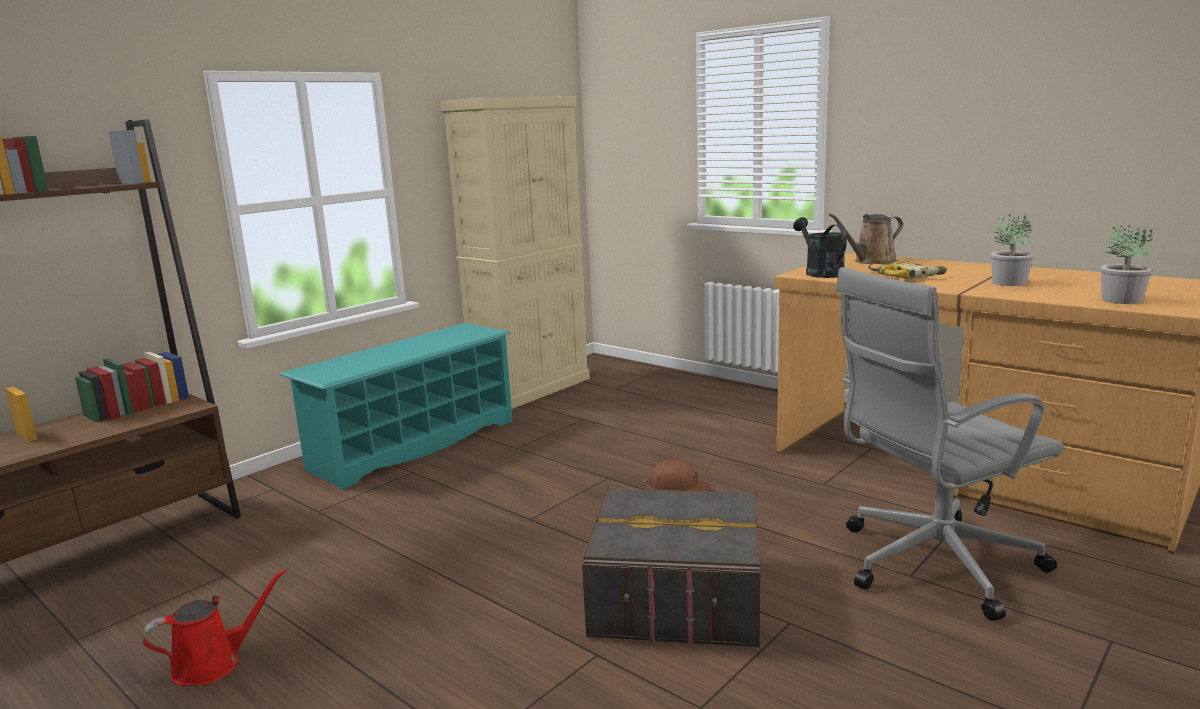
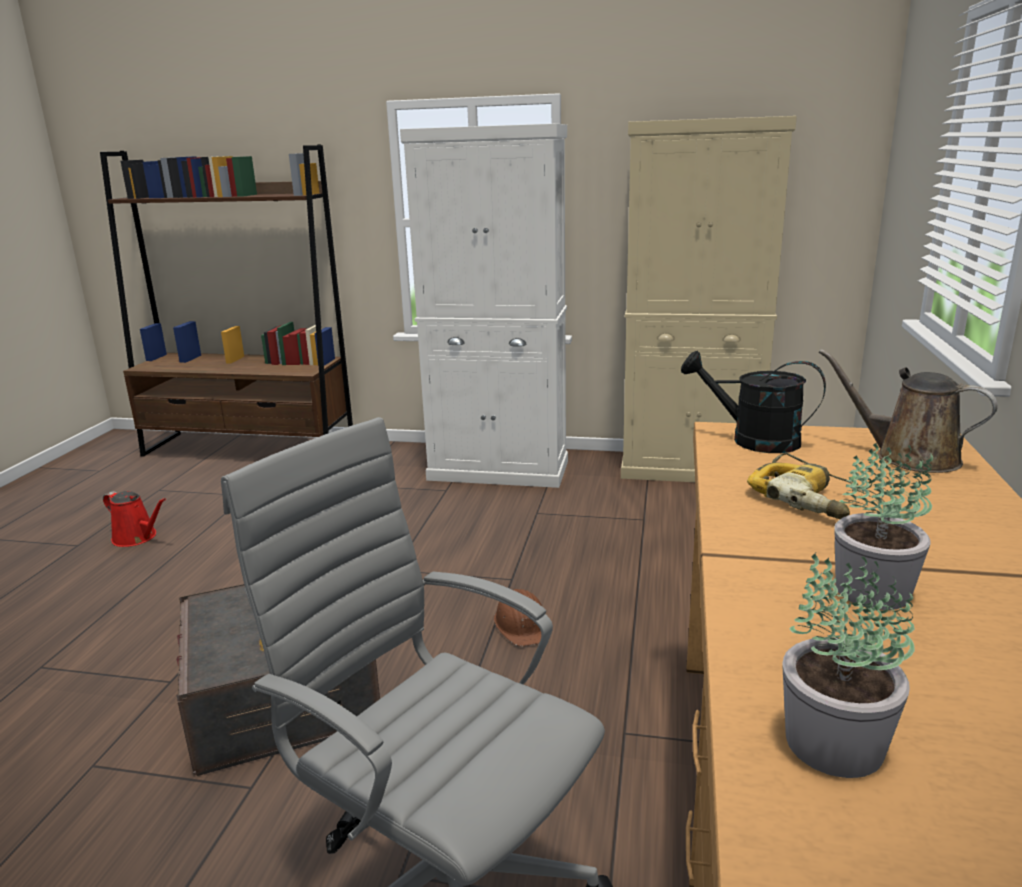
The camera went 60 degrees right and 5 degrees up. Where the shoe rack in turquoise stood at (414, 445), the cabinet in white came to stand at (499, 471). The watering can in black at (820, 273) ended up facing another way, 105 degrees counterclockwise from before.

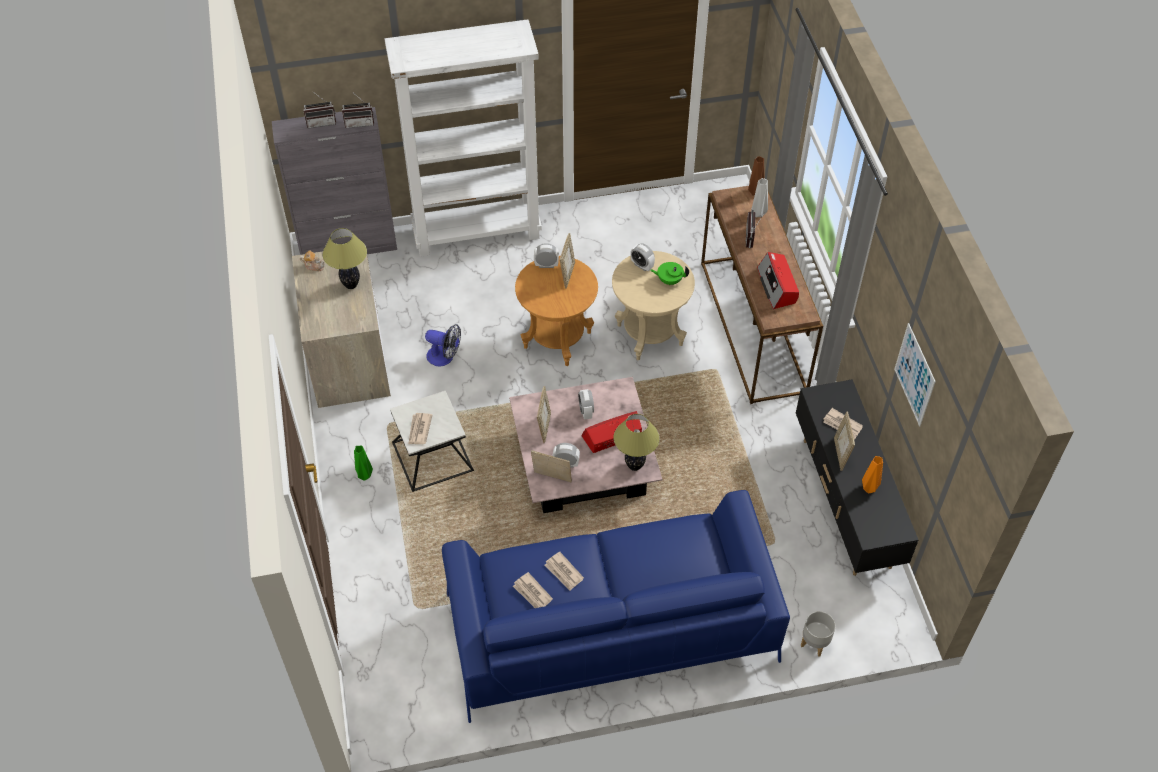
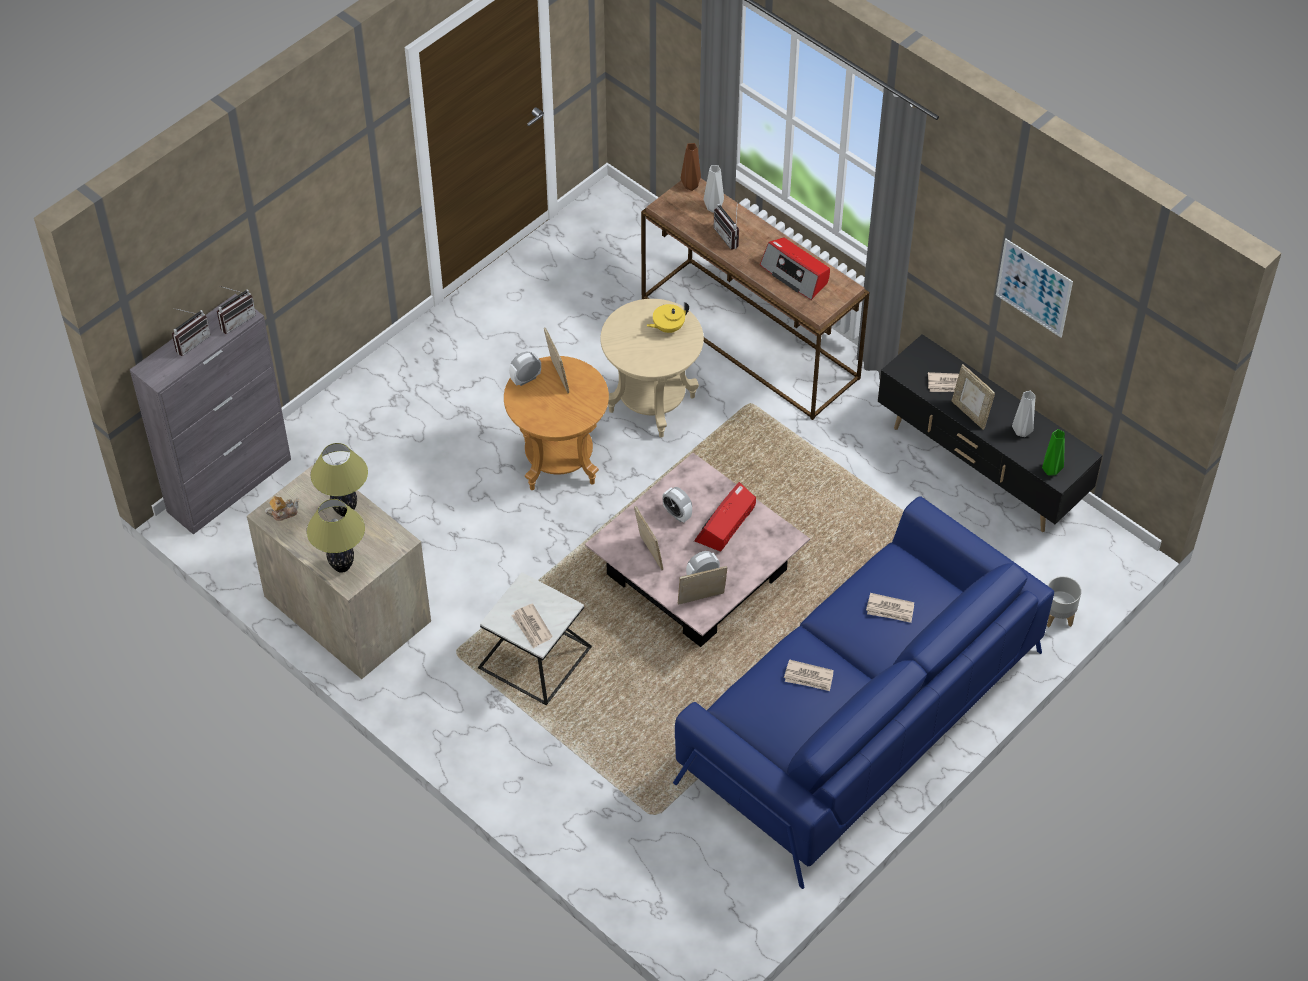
The camera went 35 degrees left and 0 degrees up. The table lamp ended up elsewhere, having gone from (634, 466) to (341, 566). What was the teapot in green at (669, 280) turned into the teapot in yellow at (668, 327). The newspaper ended up elsewhere, having gone from (532, 593) to (890, 610). What was the vase in orange at (868, 488) turned into the vase in grey at (1021, 432). The vase in green ended up elsewhere, having gone from (364, 476) to (1051, 471). The second view lost the bookcase in white at (477, 232). The second view lost the fan at (444, 357). The second view lost the alarm clock at (642, 265).

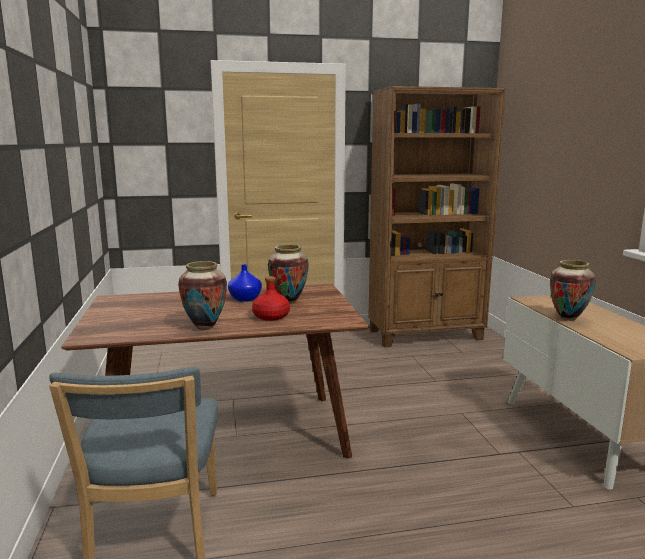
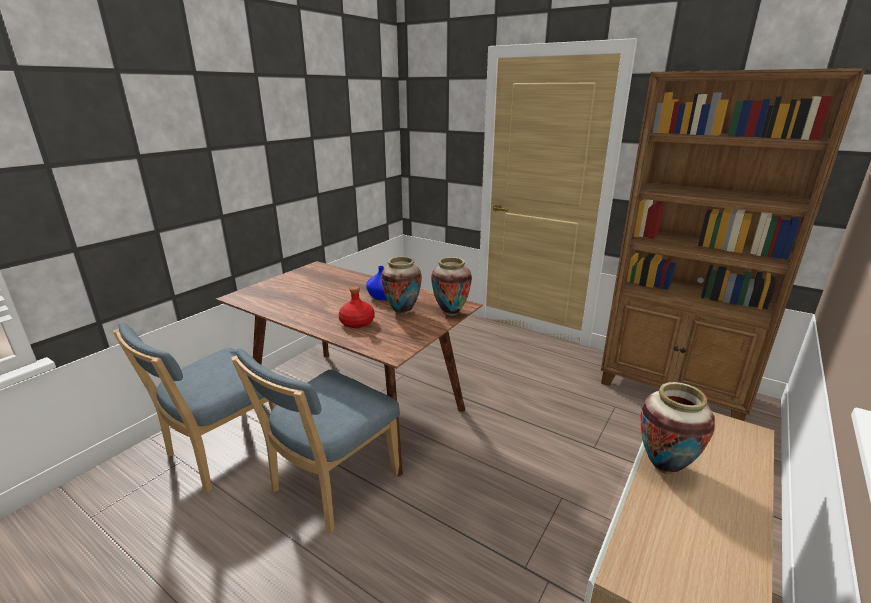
The camera went 45 degrees right and 10 degrees up. The second view gained the chair in blue at (331, 485). The vase ended up elsewhere, having gone from (204, 327) to (450, 313).

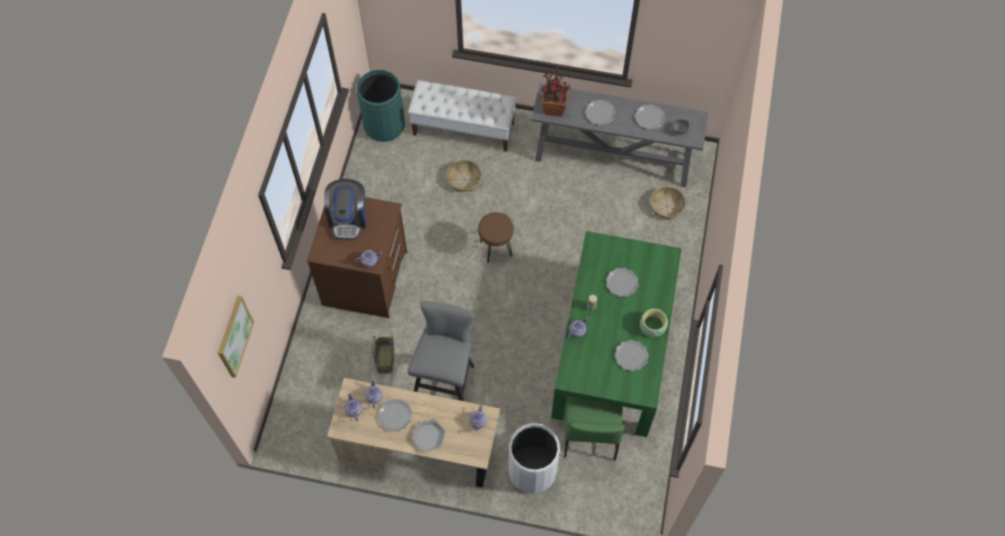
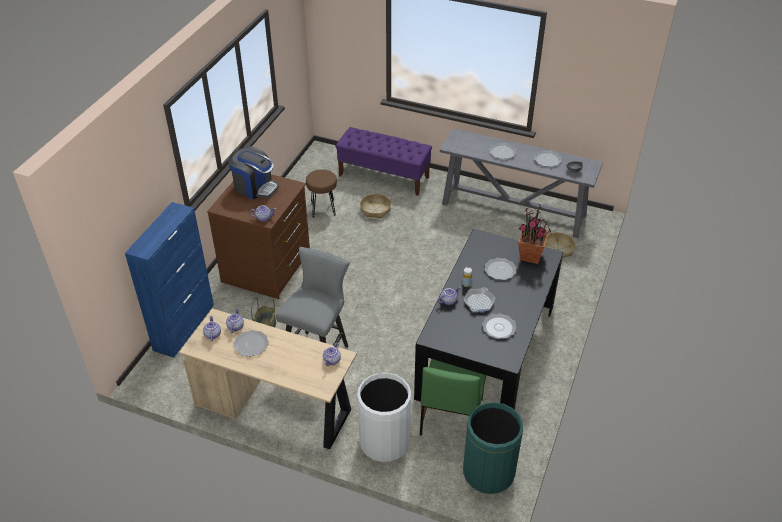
The camera went 10 degrees right and 20 degrees down. The second view gained the cabinet in blue at (184, 327). The coffee machine at (348, 218) ended up facing another way, 75 degrees counterclockwise from before. The stool in brown ended up elsewhere, having gone from (496, 248) to (323, 209). What was the bench in white at (464, 129) turned into the bench in purple at (384, 176). What was the dining table in green at (612, 349) turned into the dining table in black at (486, 351). The trash can in green ended up elsewhere, having gone from (384, 125) to (488, 472). The frying pan ended up elsewhere, having gone from (429, 437) to (479, 302). The potted plant ended up elsewhere, having gone from (554, 109) to (530, 256). The second view lost the picture at (234, 336). The second view lost the bowl at (652, 326).

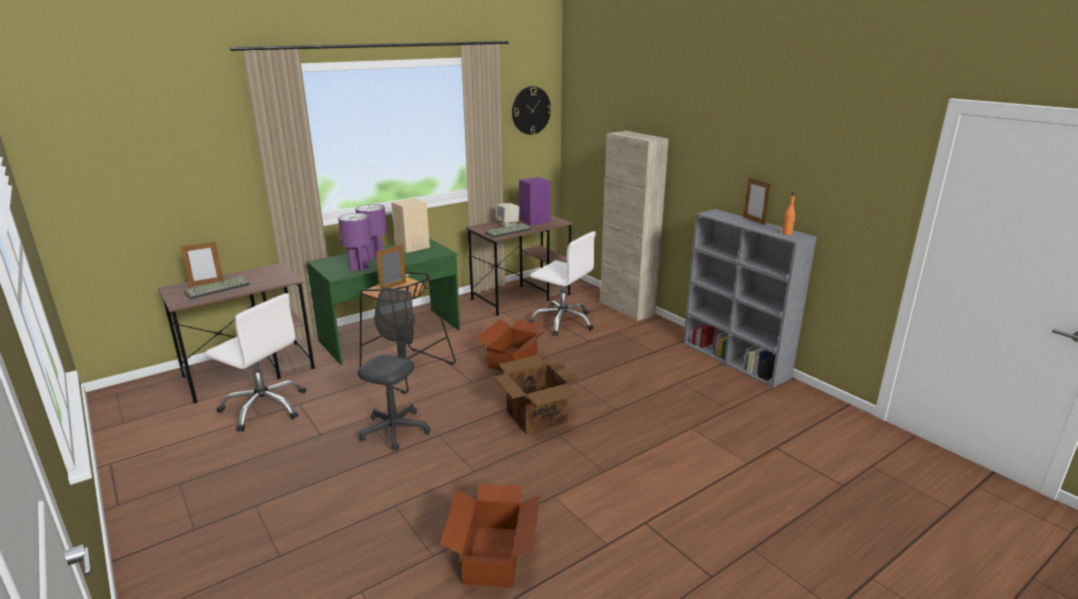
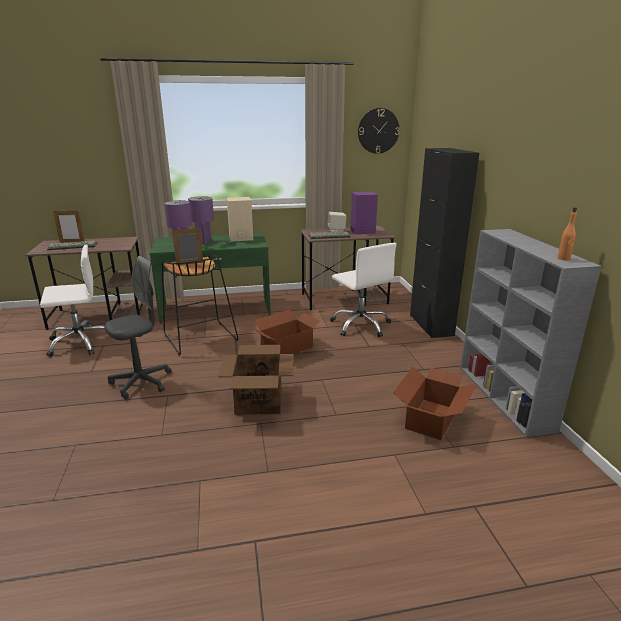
The camera went 25 degrees right and 0 degrees up. The office chair in white at (265, 407) ended up facing another way, 75 degrees counterclockwise from before. The cardboard box ended up elsewhere, having gone from (494, 555) to (432, 419). What was the cabinet in beige at (626, 309) turned into the cabinet in black at (431, 325). The second view lost the picture frame at (753, 220).

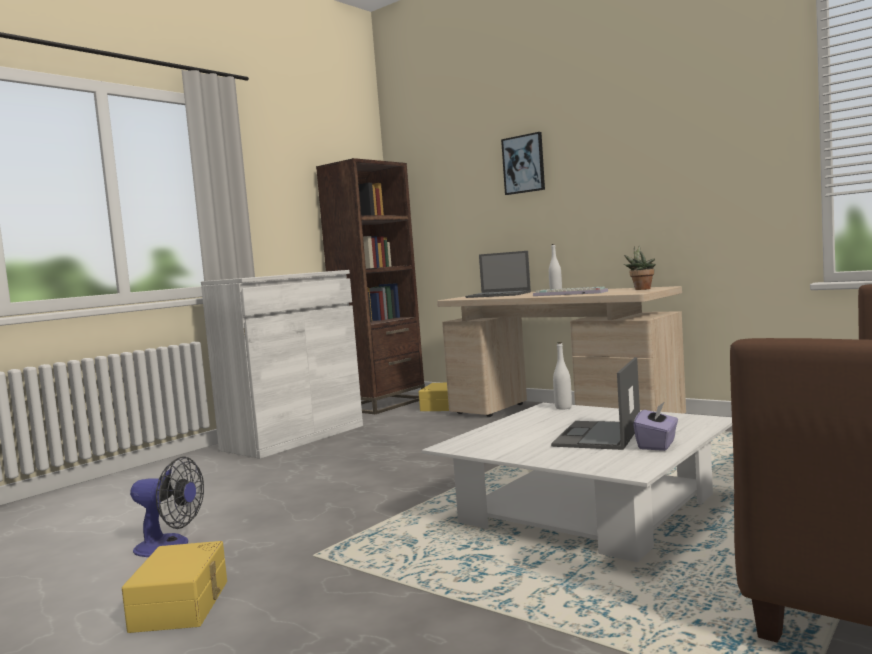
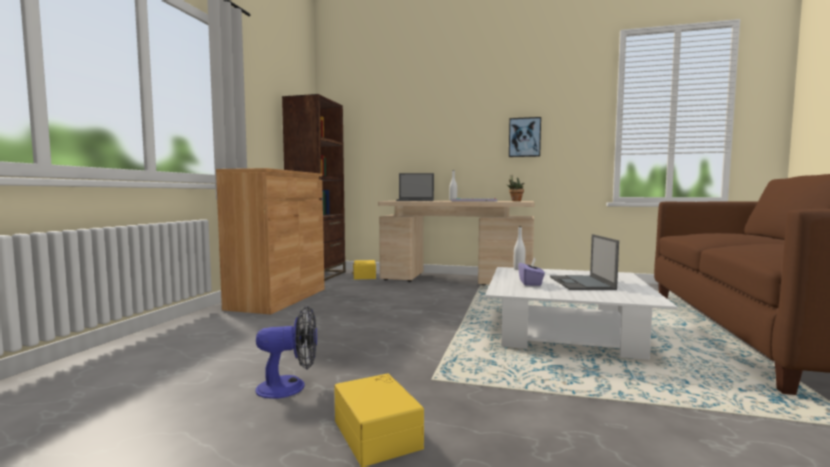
The camera went 25 degrees left and 0 degrees up. What was the cabinet in white at (294, 438) turned into the cabinet in brown at (278, 299). The picture ended up elsewhere, having gone from (524, 164) to (524, 137). The tissue box in purple ended up elsewhere, having gone from (657, 445) to (530, 283).

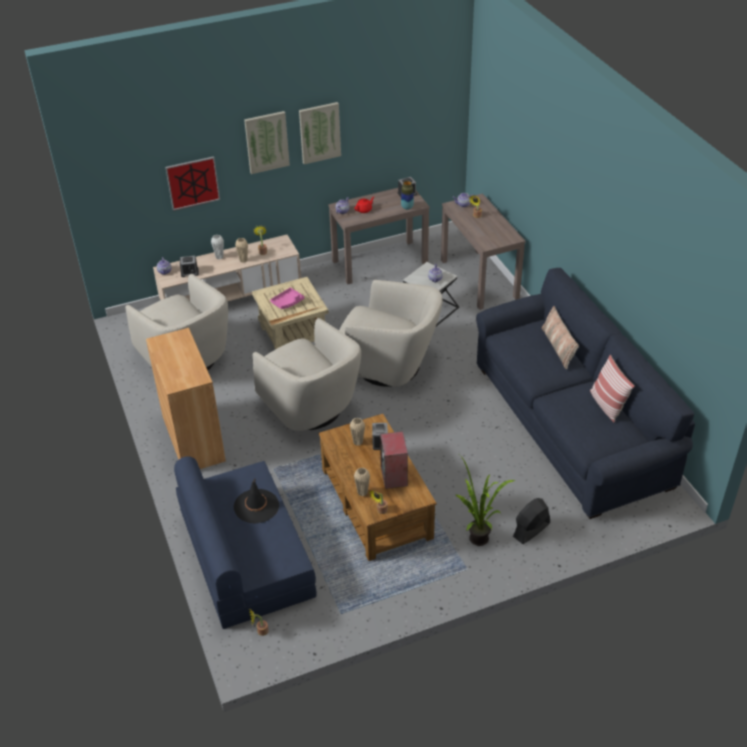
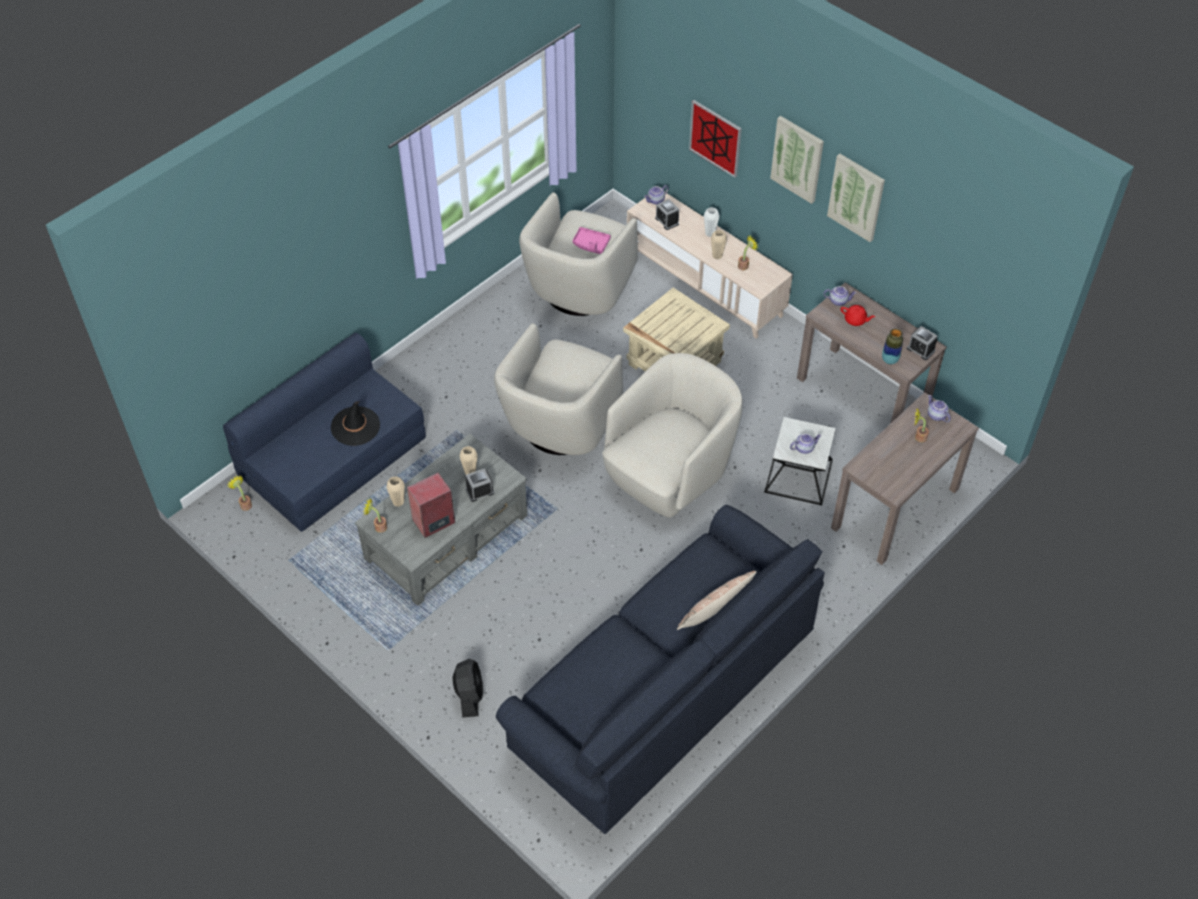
The camera went 65 degrees right and 10 degrees up. What was the coffee table in brown at (376, 502) turned into the coffee table in grey at (447, 537). The fan in black at (531, 530) ended up facing another way, 60 degrees clockwise from before. The tray in pink ended up elsewhere, having gone from (287, 302) to (591, 244). The armchair in beige at (389, 366) ended up facing another way, 135 degrees counterclockwise from before. The second view lost the cabinet in brown at (193, 439). The second view lost the potted plant at (477, 543). The second view lost the pillow at (607, 405).

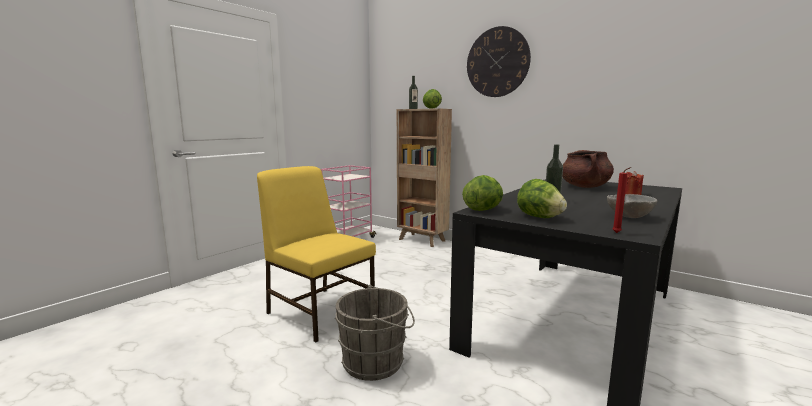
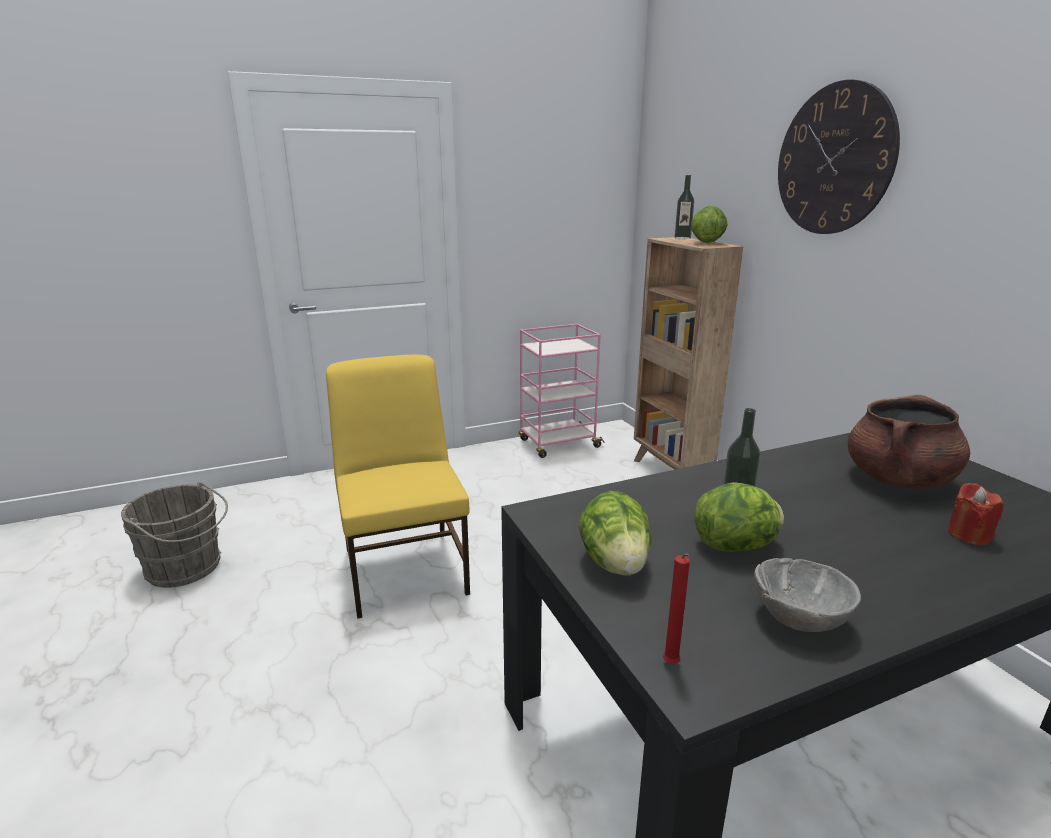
The camera went 30 degrees right and 10 degrees up. The bucket in grey ended up elsewhere, having gone from (377, 362) to (187, 568). The lettuce ended up elsewhere, having gone from (483, 210) to (736, 546).

